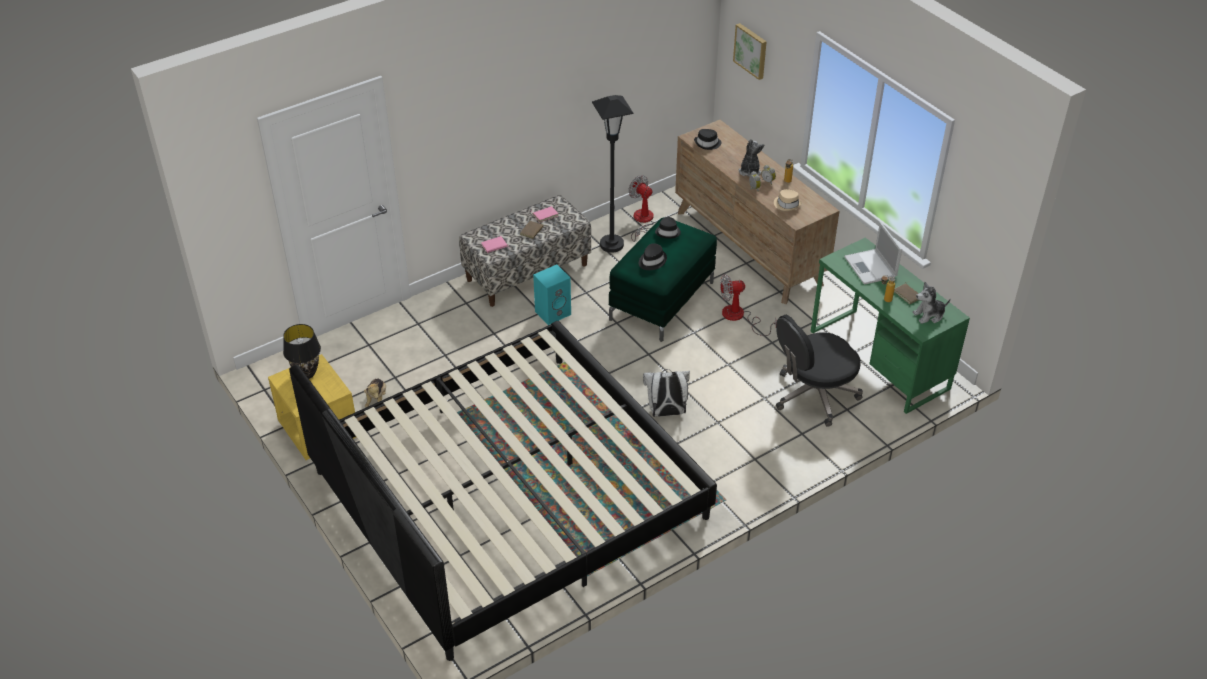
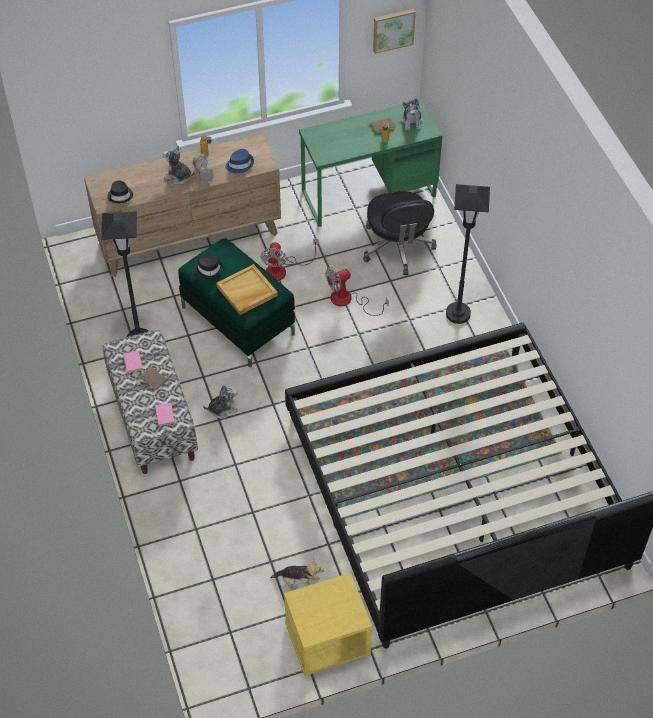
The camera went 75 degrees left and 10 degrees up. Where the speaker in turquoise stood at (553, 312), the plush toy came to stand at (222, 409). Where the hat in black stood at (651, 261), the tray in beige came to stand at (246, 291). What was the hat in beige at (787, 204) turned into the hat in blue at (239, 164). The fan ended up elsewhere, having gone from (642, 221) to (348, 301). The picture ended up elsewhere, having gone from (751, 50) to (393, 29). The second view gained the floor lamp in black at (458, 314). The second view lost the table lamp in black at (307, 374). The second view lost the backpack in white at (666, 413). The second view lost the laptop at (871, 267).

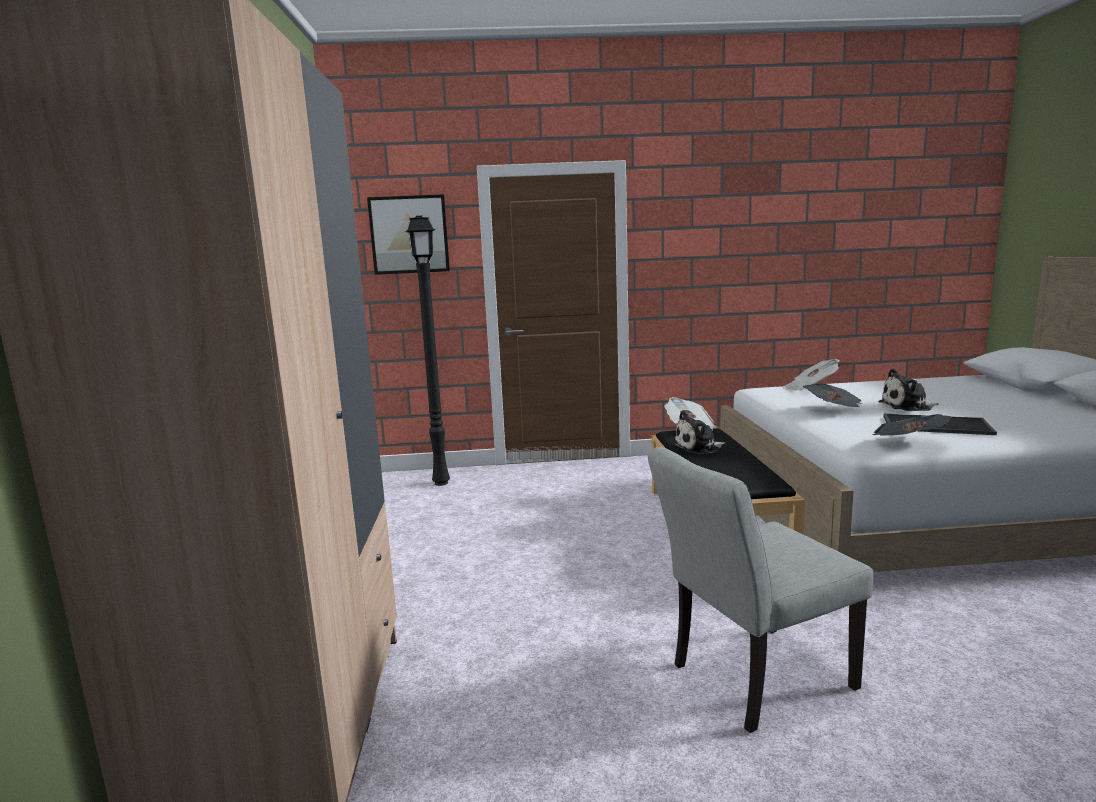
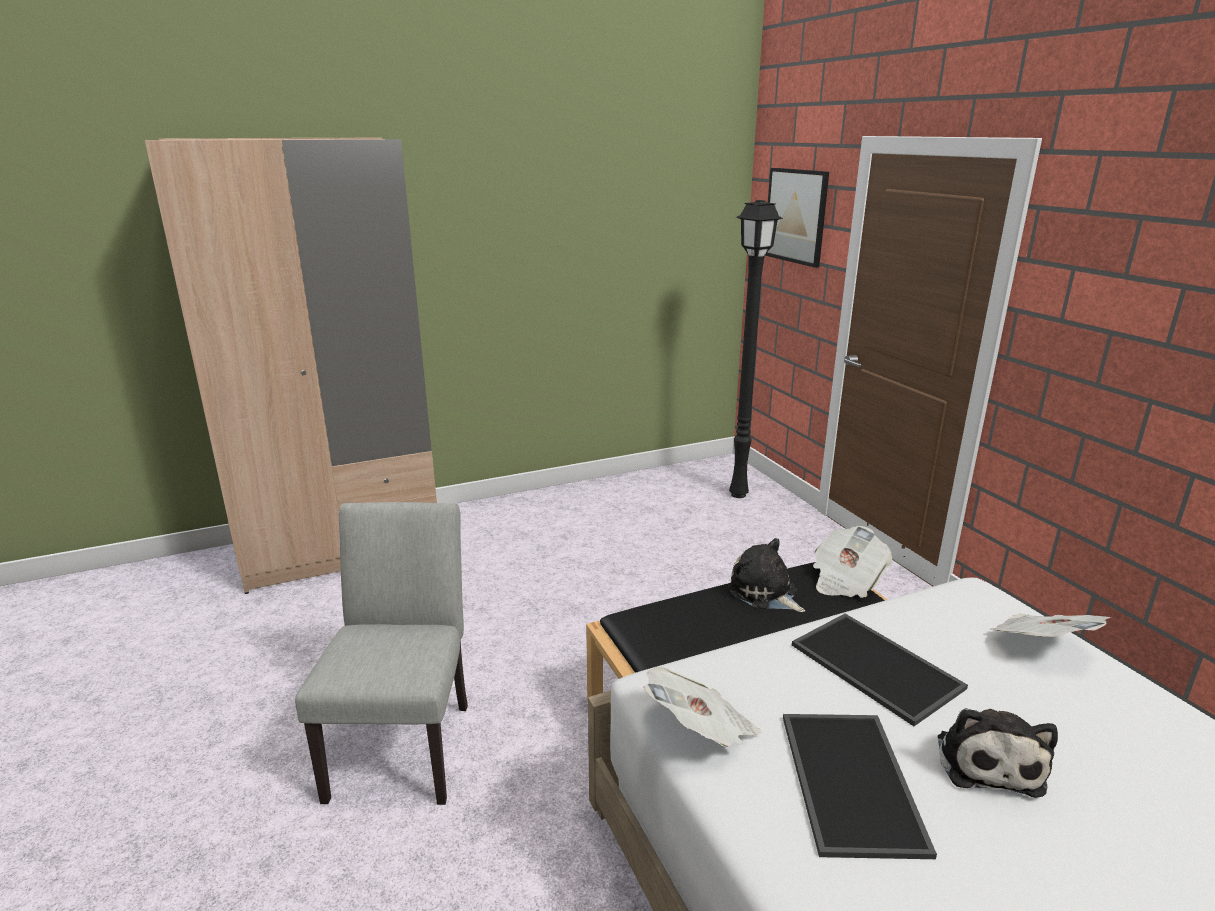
The camera went 70 degrees right and 10 degrees up. The chair in grey at (751, 680) ended up facing another way, 45 degrees clockwise from before. Where the newspaper stood at (834, 411), the tray came to stand at (878, 666). The plush toy at (908, 406) ended up facing another way, 150 degrees counterclockwise from before.

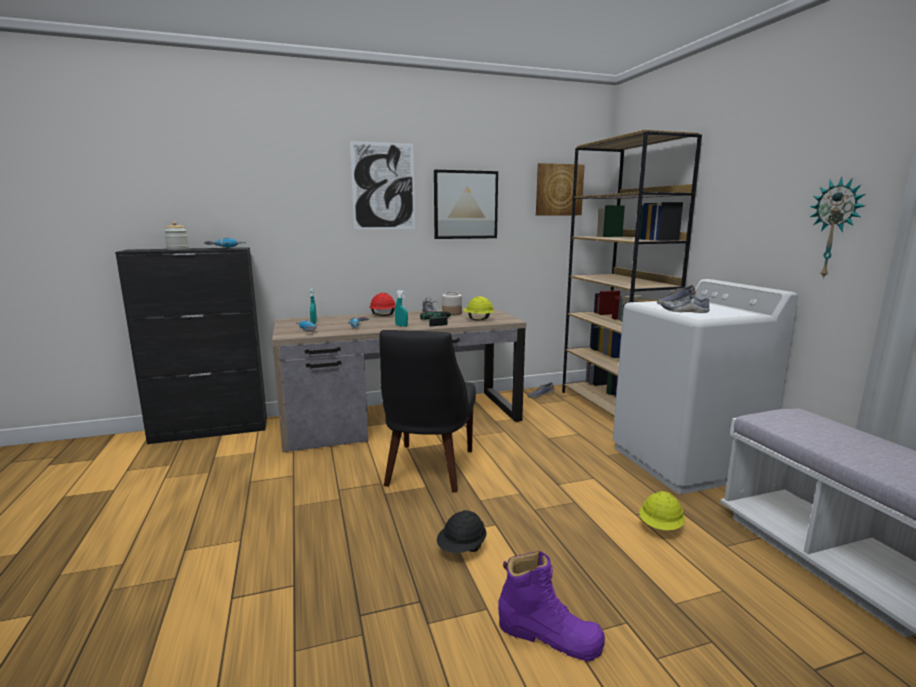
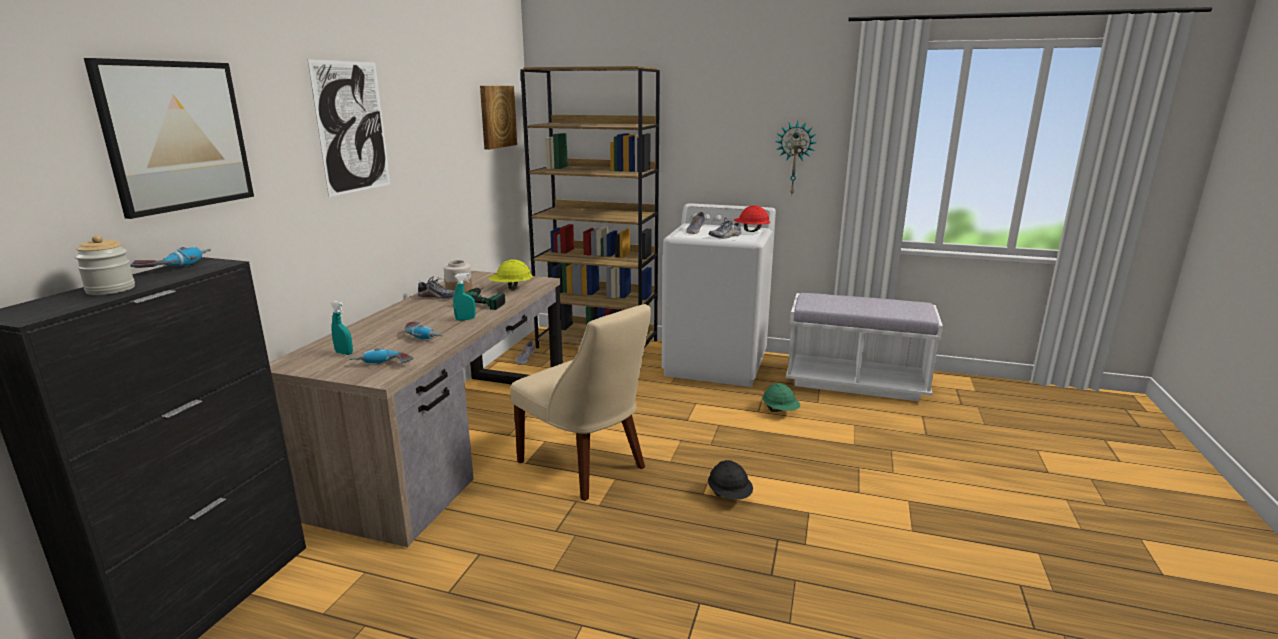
The camera went 55 degrees left and 5 degrees up. The picture ended up elsewhere, having gone from (465, 205) to (176, 136). What was the chair in black at (428, 469) turned into the chair in beige at (585, 466). The hard hat in red ended up elsewhere, having gone from (383, 315) to (751, 231). What was the hard hat in yellow at (660, 527) turned into the hard hat in green at (780, 411). The second view lost the boot in purple at (549, 635).

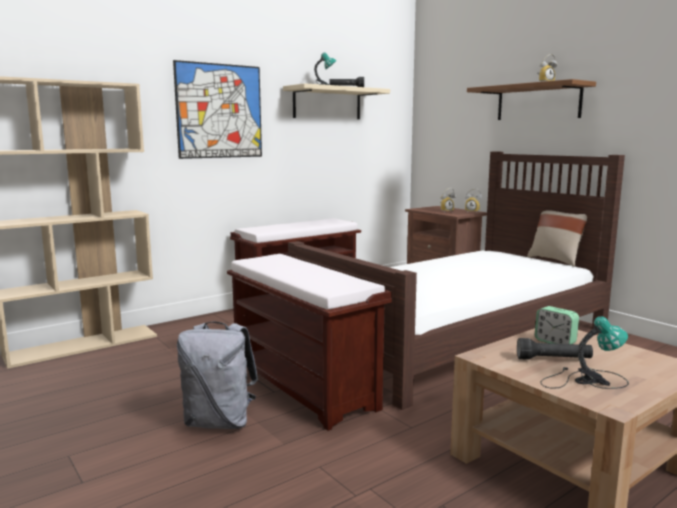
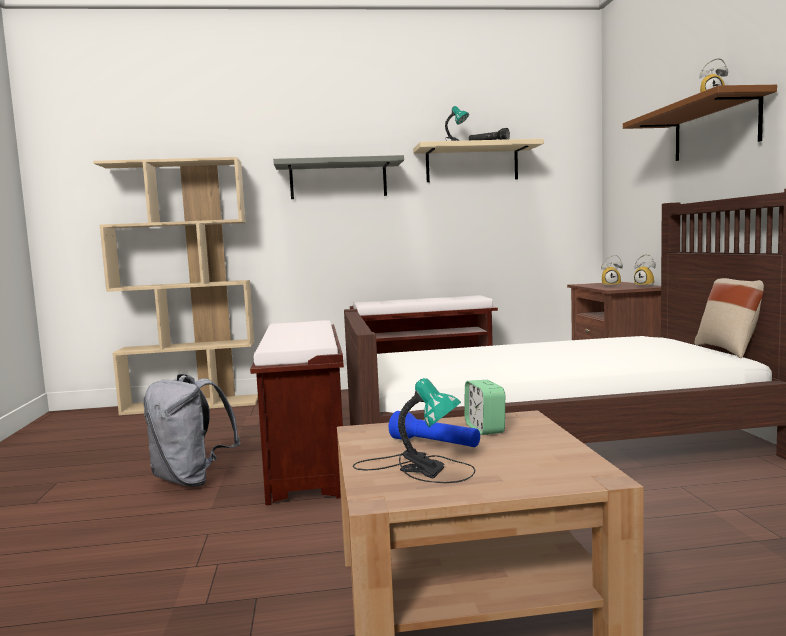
The camera went 30 degrees right and 5 degrees down. Where the picture hung at (219, 111), the shelf in grey came to hang at (338, 180). What was the flashlight in black at (553, 359) turned into the flashlight in blue at (434, 444).

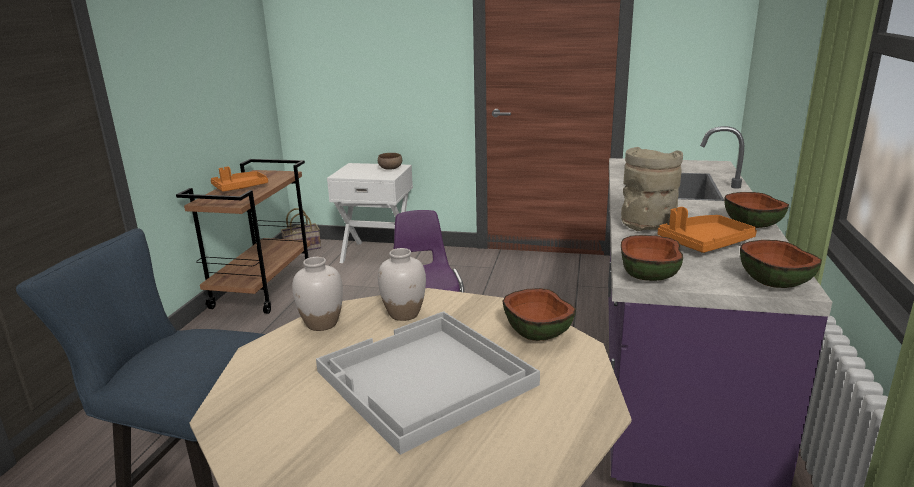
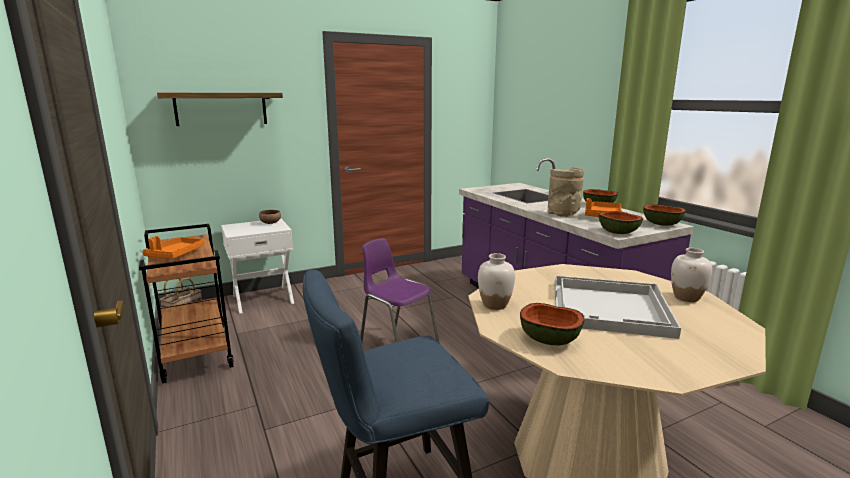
The camera went 40 degrees left and 5 degrees down. The second view gained the shelf at (221, 109). The bowl ended up elsewhere, having gone from (538, 332) to (550, 339). The vase in white ended up elsewhere, having gone from (404, 314) to (686, 298).

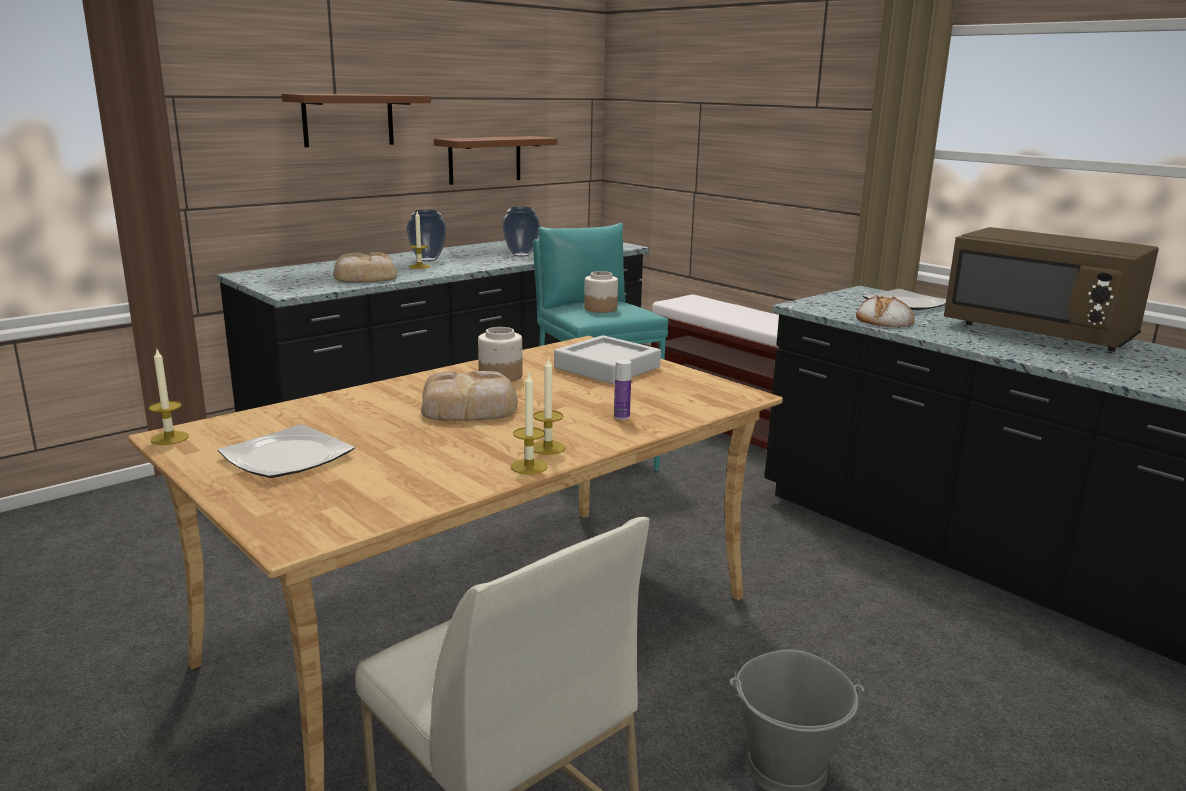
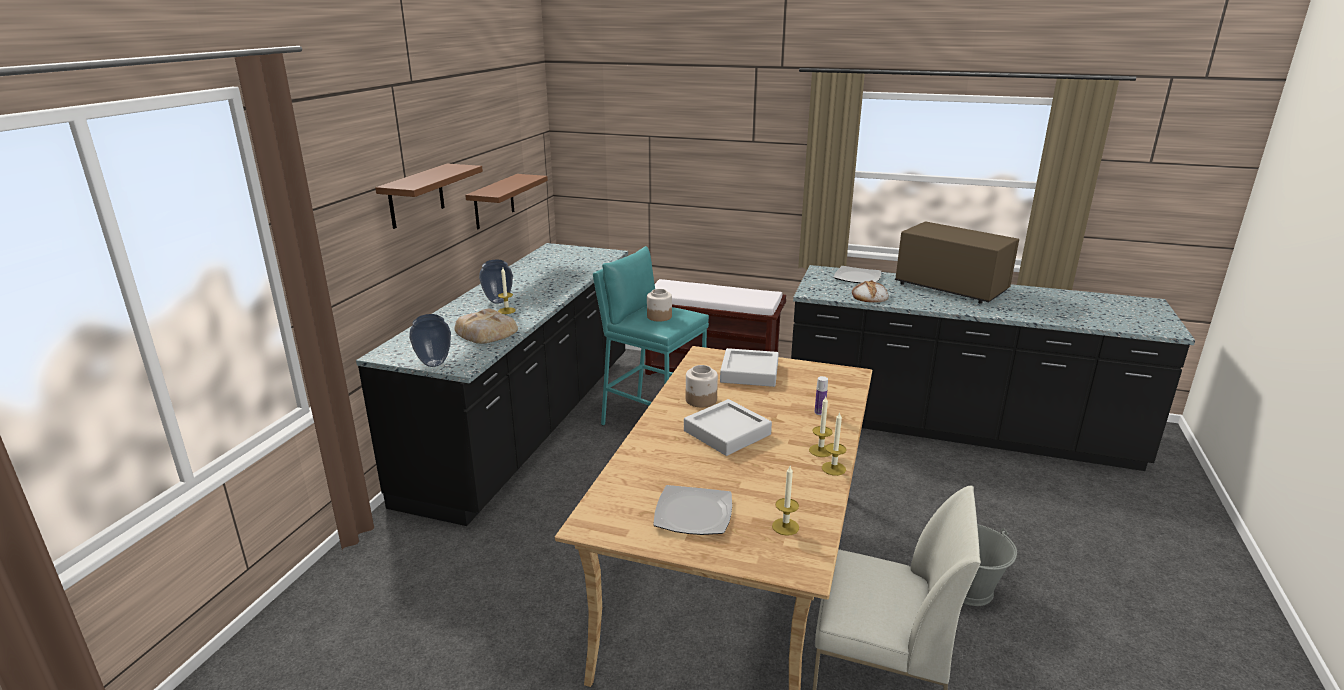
The camera went 30 degrees left and 5 degrees up. The vase ended up elsewhere, having gone from (520, 255) to (433, 363). Where the bread stood at (470, 406), the tray in grey came to stand at (727, 433). The candle ended up elsewhere, having gone from (169, 438) to (785, 526). The microwave in brown at (1039, 333) ended up facing another way, 150 degrees counterclockwise from before.

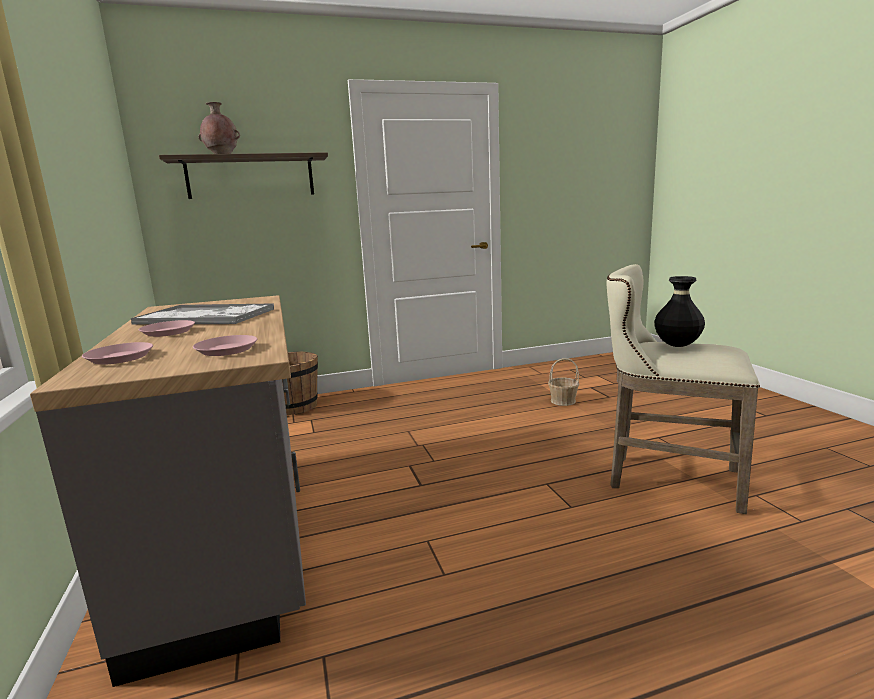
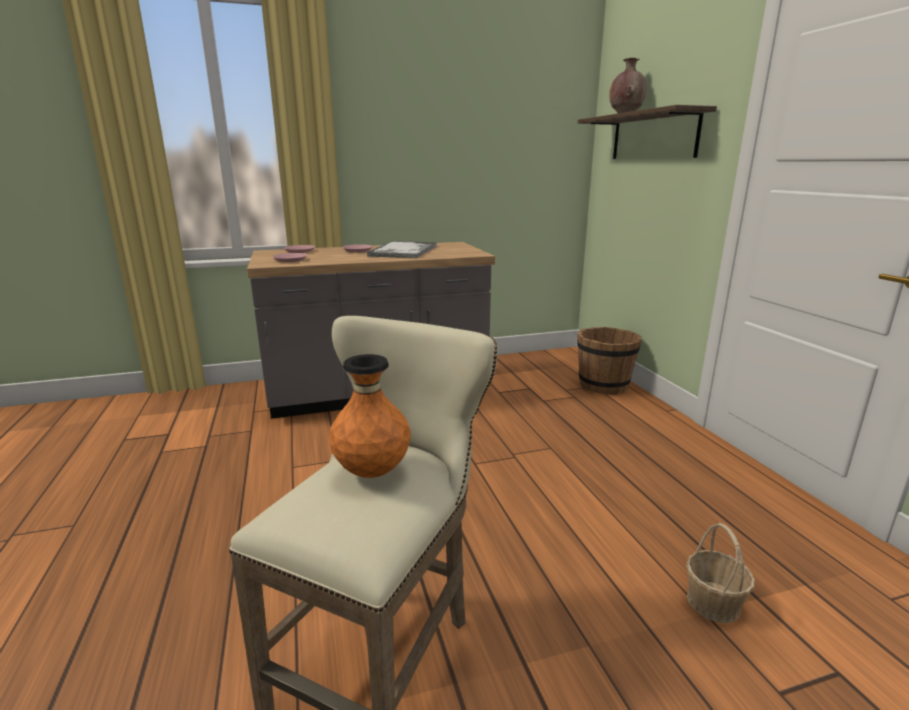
The camera went 90 degrees right and 5 degrees up. What was the vase in black at (677, 346) turned into the vase in orange at (372, 472).

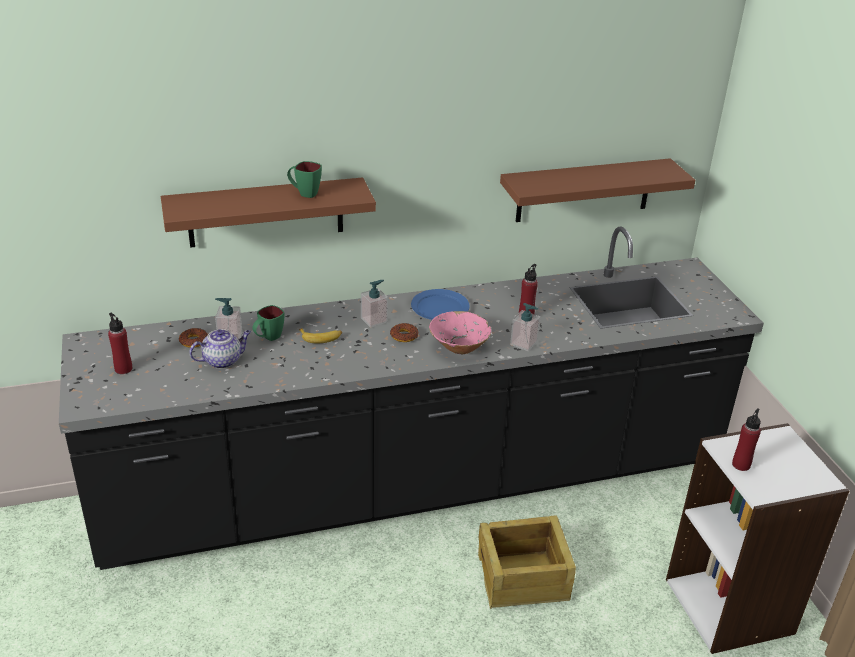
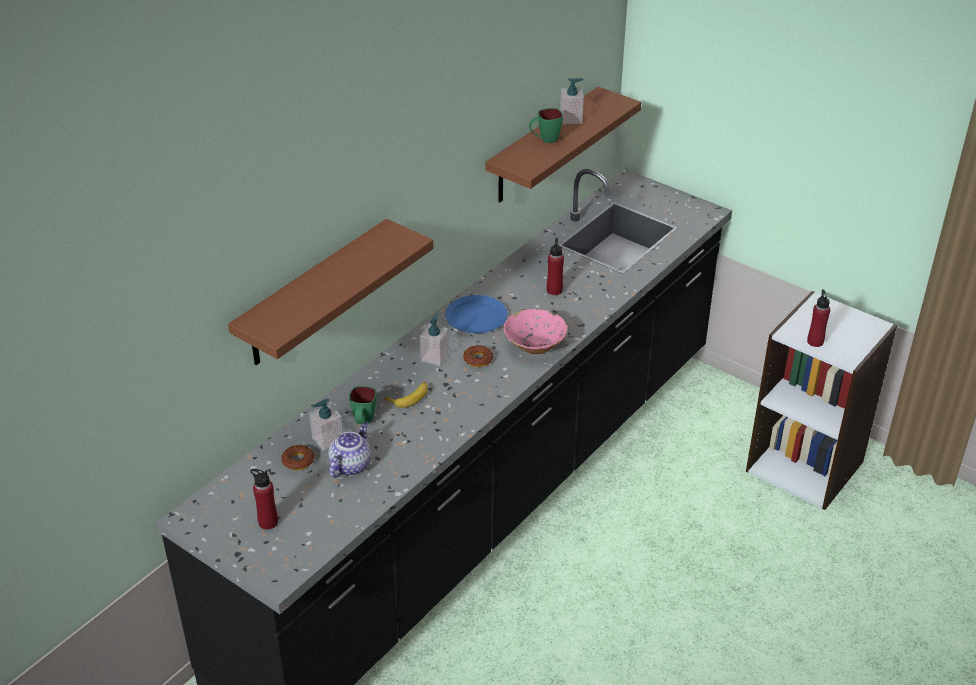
The camera went 35 degrees left and 5 degrees up. The mug in green ended up elsewhere, having gone from (304, 193) to (545, 140). The soap dispenser ended up elsewhere, having gone from (524, 343) to (571, 119). The second view lost the crate at (523, 578).

